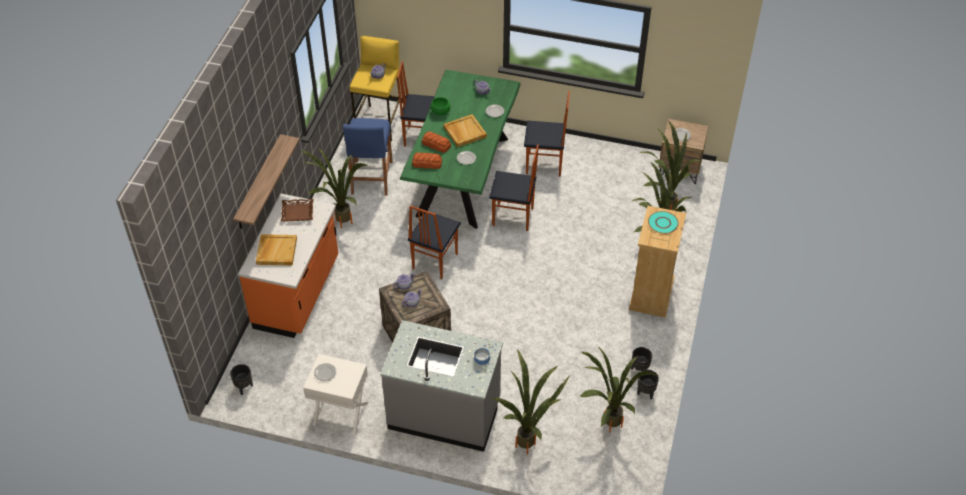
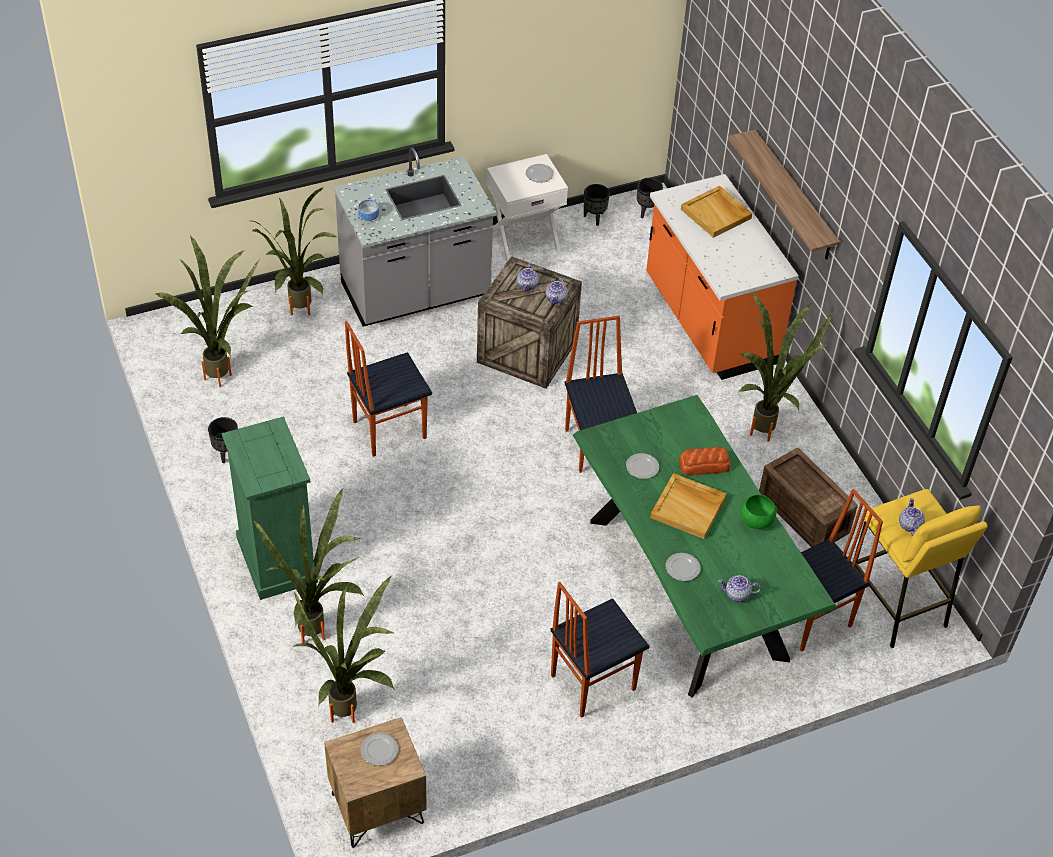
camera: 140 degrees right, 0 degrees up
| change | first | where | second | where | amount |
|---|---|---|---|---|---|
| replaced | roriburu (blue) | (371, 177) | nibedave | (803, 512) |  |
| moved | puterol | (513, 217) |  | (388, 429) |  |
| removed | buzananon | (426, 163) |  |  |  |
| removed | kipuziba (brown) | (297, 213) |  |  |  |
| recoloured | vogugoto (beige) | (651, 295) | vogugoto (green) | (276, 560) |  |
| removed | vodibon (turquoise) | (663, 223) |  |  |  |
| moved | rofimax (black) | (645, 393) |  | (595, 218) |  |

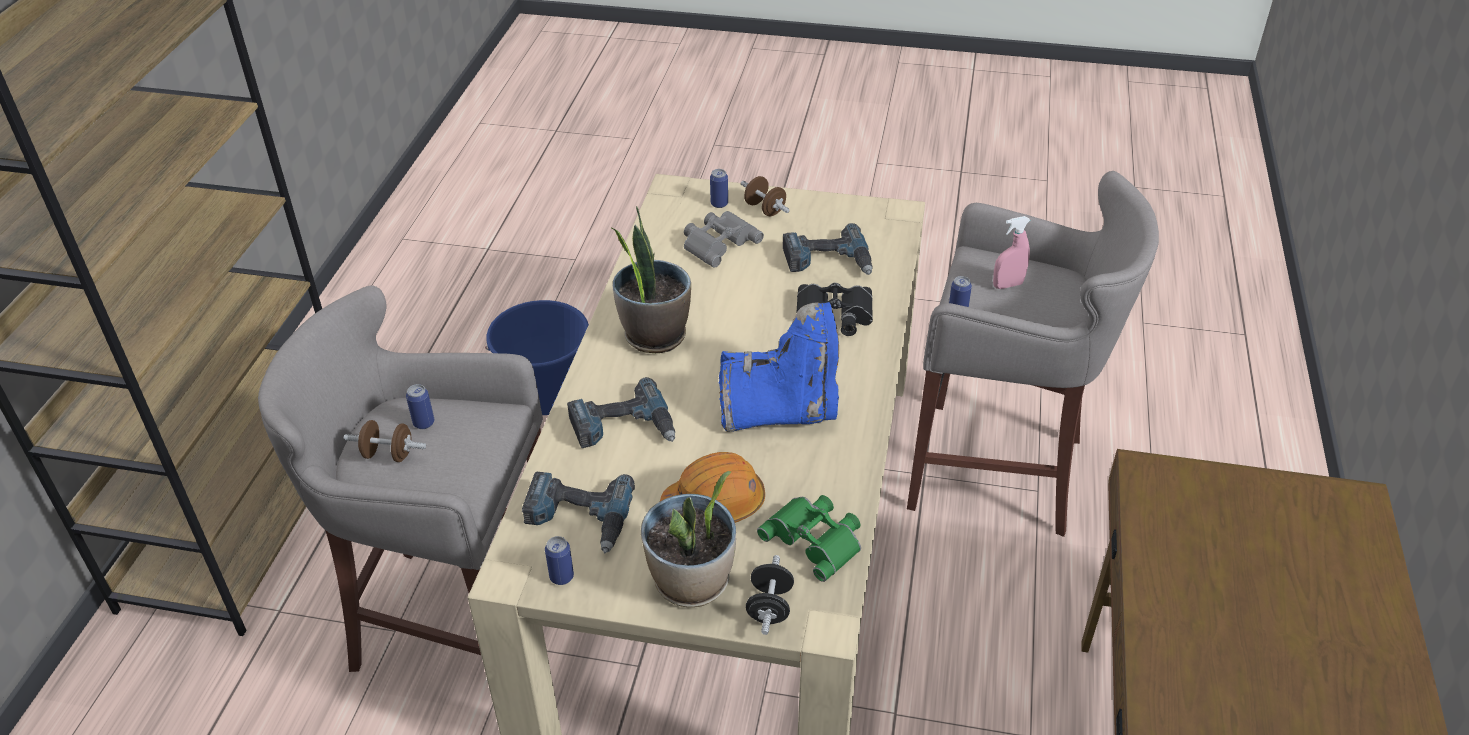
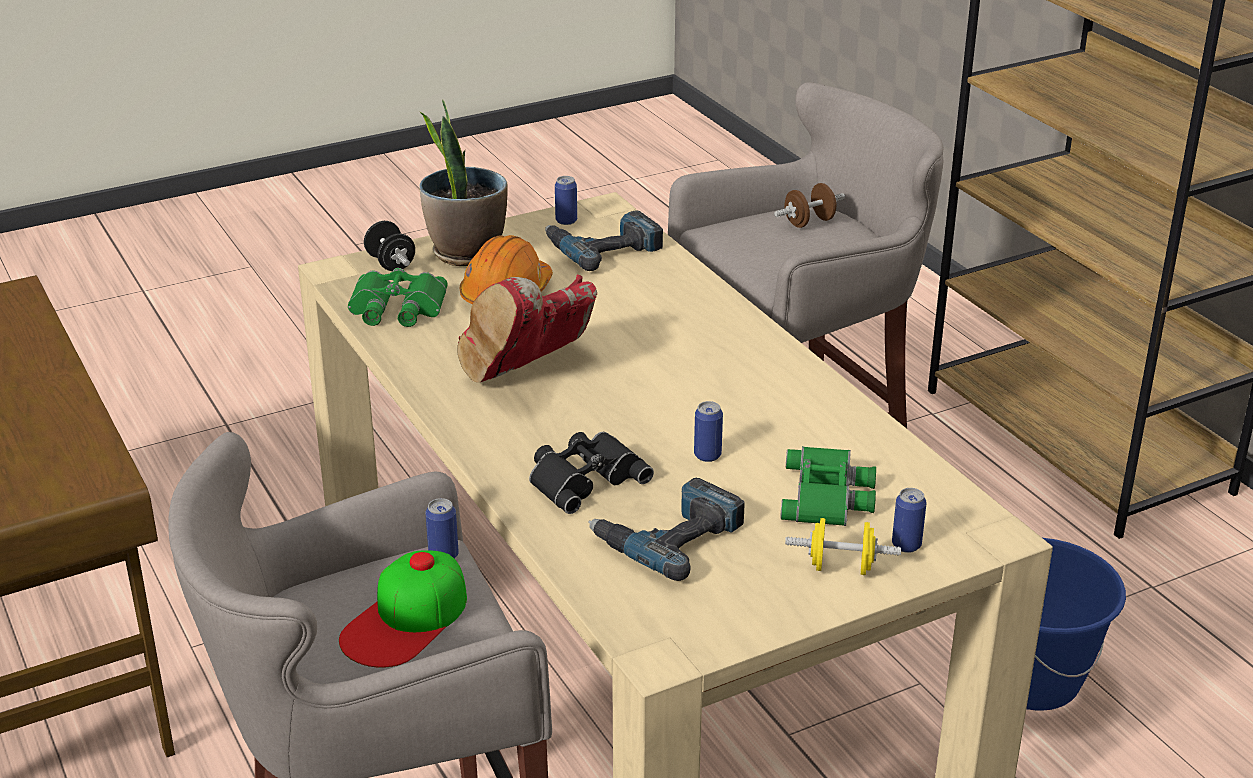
camera: 140 degrees right, 10 degrees down
| change | first | where | second | where | amount |
|---|---|---|---|---|---|
| recoloured | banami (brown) | (765, 209) | banami (yellow) | (841, 567) |  |
| removed | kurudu | (654, 335) |  |  |  |
| recoloured | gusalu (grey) | (718, 242) | gusalu (green) | (829, 496) |  |
| replaced | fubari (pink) | (1007, 285) | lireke | (406, 619) |  |
| recoloured | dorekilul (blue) | (783, 412) | dorekilul (red) | (529, 373) |  |
| removed | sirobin | (623, 427) |  |  |  |
| moved | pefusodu | (424, 423) |  | (707, 455) |  |

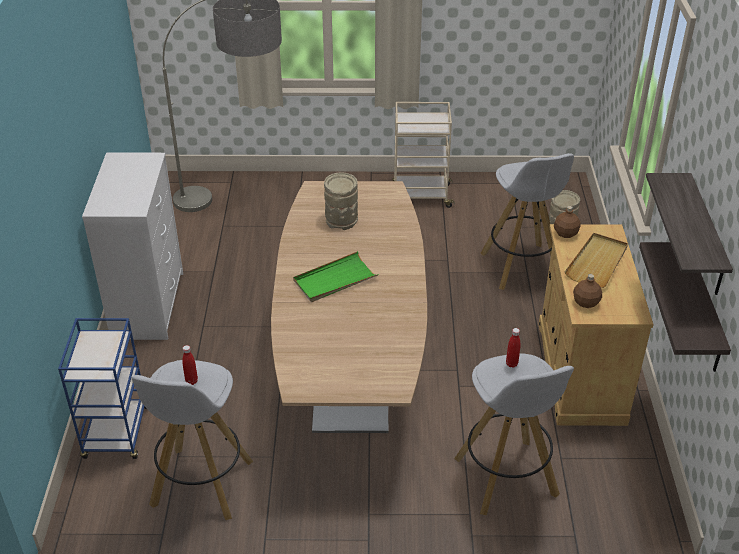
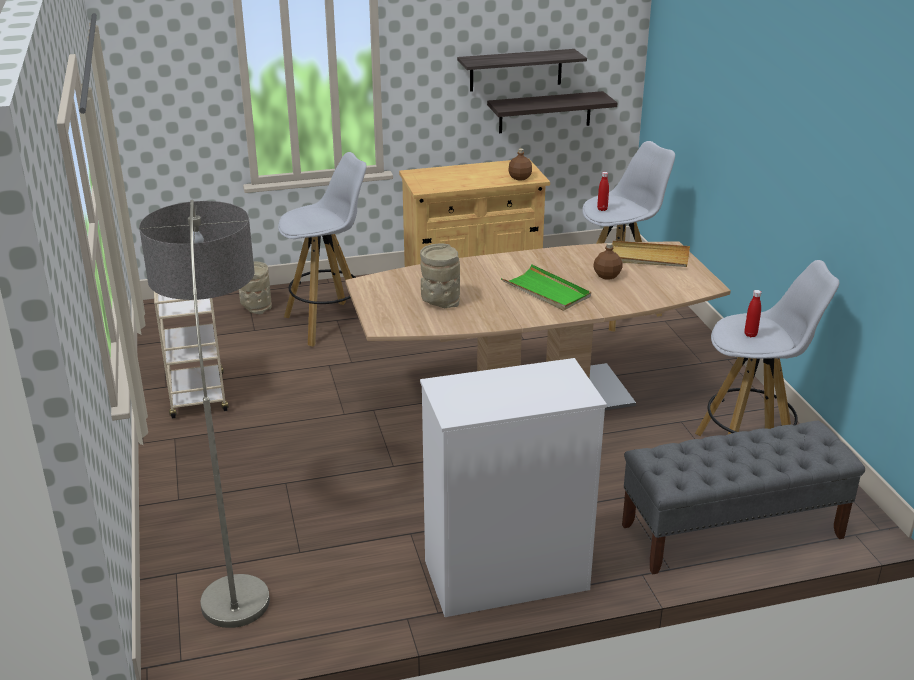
camera: 105 degrees left, 10 degrees down
| change | first | where | second | where | amount |
|---|---|---|---|---|---|
| moved | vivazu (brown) | (565, 233) |  | (606, 276) |  |
| moved | kipuziba (beige) | (597, 263) |  | (648, 257) |  |
| replaced | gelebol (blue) | (117, 433) | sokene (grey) | (731, 531) |  |

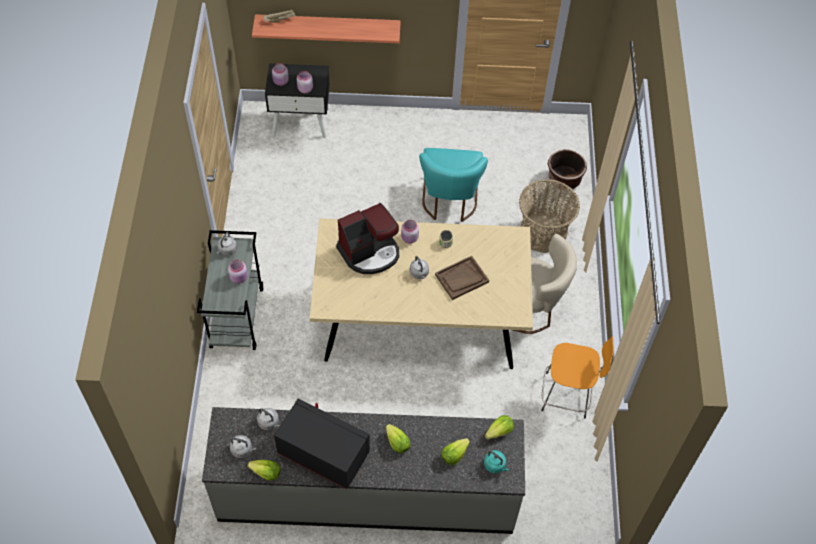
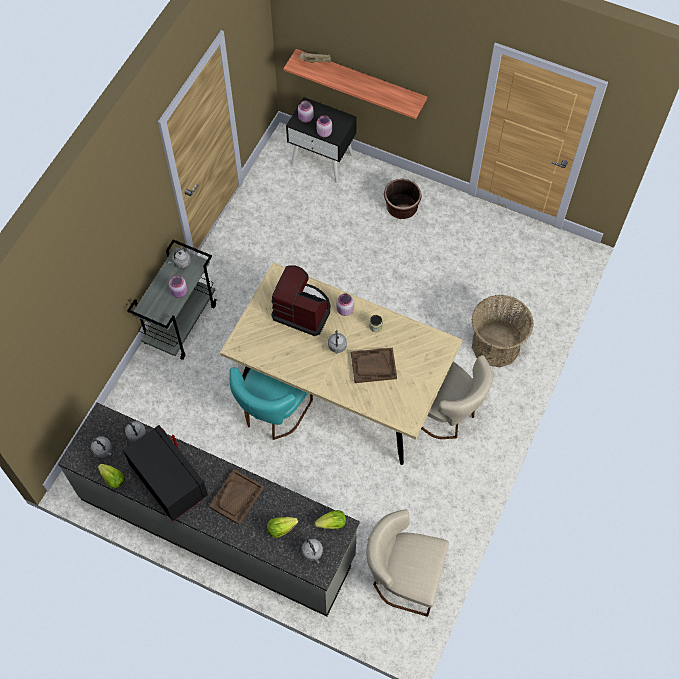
camera: 25 degrees right, 5 degrees up
| change | first | where | second | where | amount |
|---|---|---|---|---|---|
| moved | puterol (turquoise) | (449, 202) |  | (272, 413) |  |
| moved | rofimax (brown) | (564, 179) |  | (401, 208) |  |
| turned | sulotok | (370, 252) |  | (302, 310) | 150 degrees counterclockwise |
| removed | roriburu (orange) | (568, 395) |  |  |  |
| replaced | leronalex | (397, 443) | kipuziba (brown) | (236, 497) |  |
| recoloured | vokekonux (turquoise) | (495, 465) | vokekonux (grey) | (313, 553) |  |
| added |  |  | puterol (beige) | (403, 577) |  |

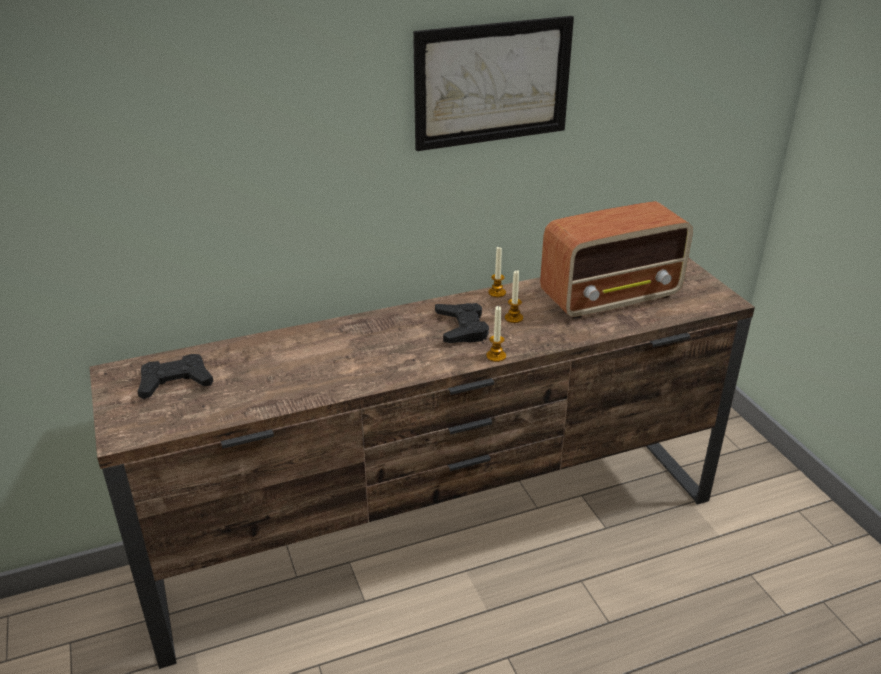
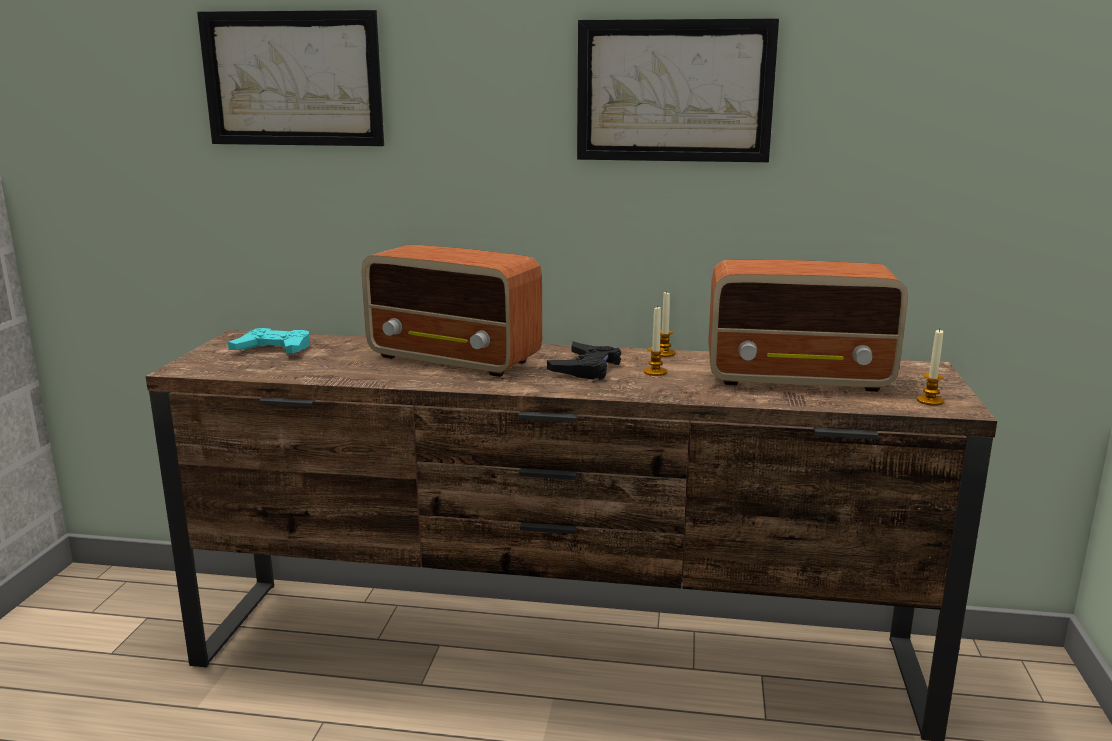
camera: 30 degrees right, 15 degrees down
| change | first | where | second | where | amount |
|---|---|---|---|---|---|
| moved | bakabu | (496, 356) |  | (929, 401) |  |
| recoloured | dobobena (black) | (175, 382) | dobobena (turquoise) | (273, 350) |  |
| added |  |  | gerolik | (292, 79) |  |
| added |  |  | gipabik | (455, 360) |  |

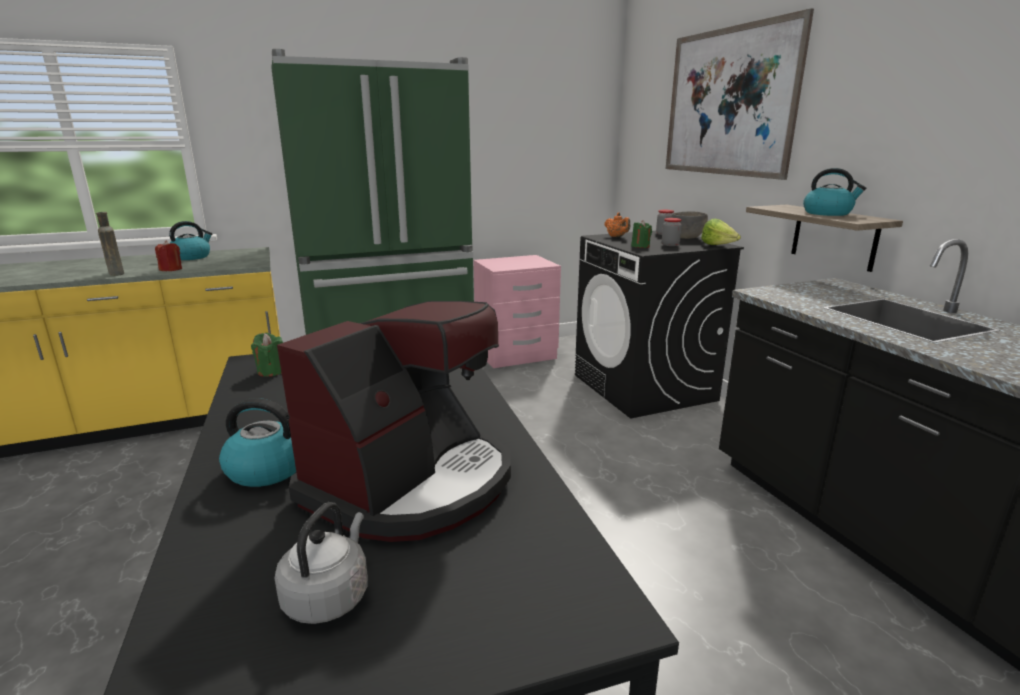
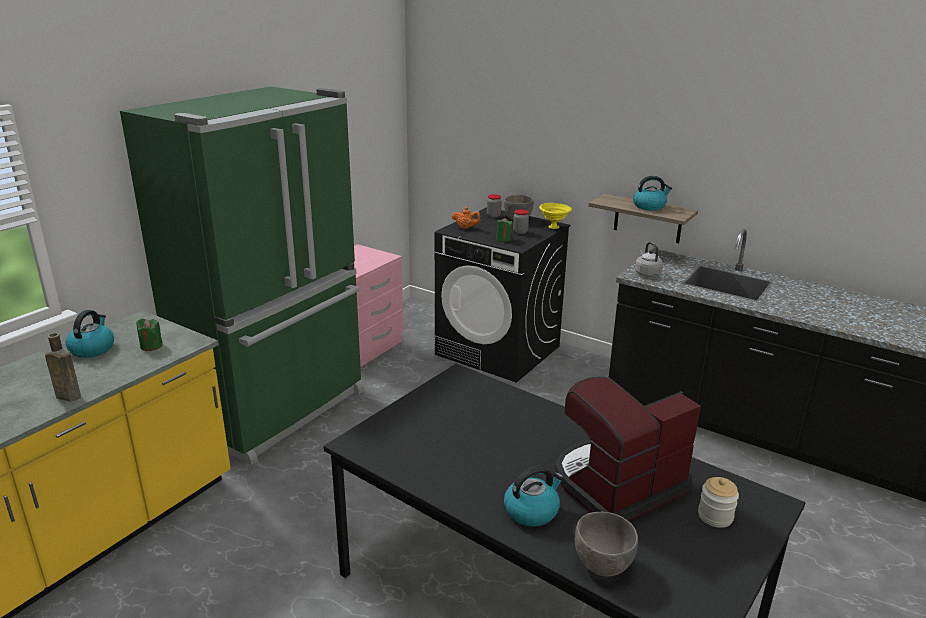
camera: 35 degrees left, 5 degrees up
| change | first | where | second | where | amount |
|---|---|---|---|---|---|
| removed | gerolik | (728, 102) |  |  |  |
| replaced | leronalex | (718, 246) | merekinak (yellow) | (554, 227) |  |
| removed | bakabu (red) | (171, 269) |  |  |  |
| turned | sulotok | (412, 483) |  | (617, 484) | 120 degrees counterclockwise |
| moved | bakabu (green) | (271, 371) |  | (151, 346) |  |
| moved | vokekonux (grey) | (329, 596) |  | (647, 273) |  |
| added |  |  | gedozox | (715, 516) |  |
| added |  |  | merekinak (grey) | (602, 564) |  |

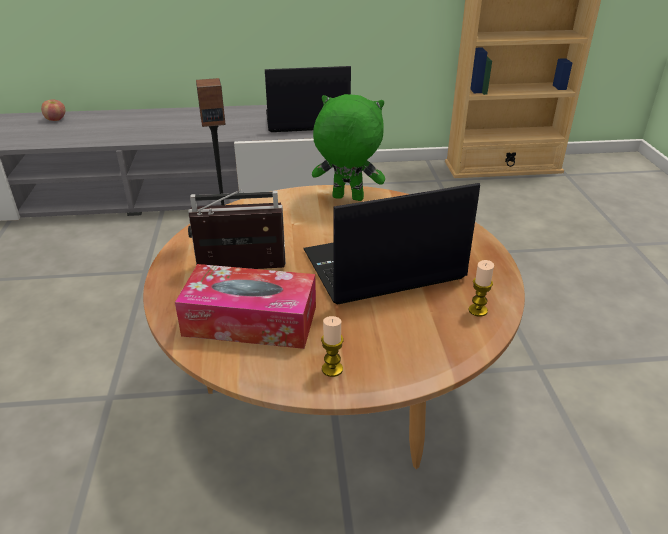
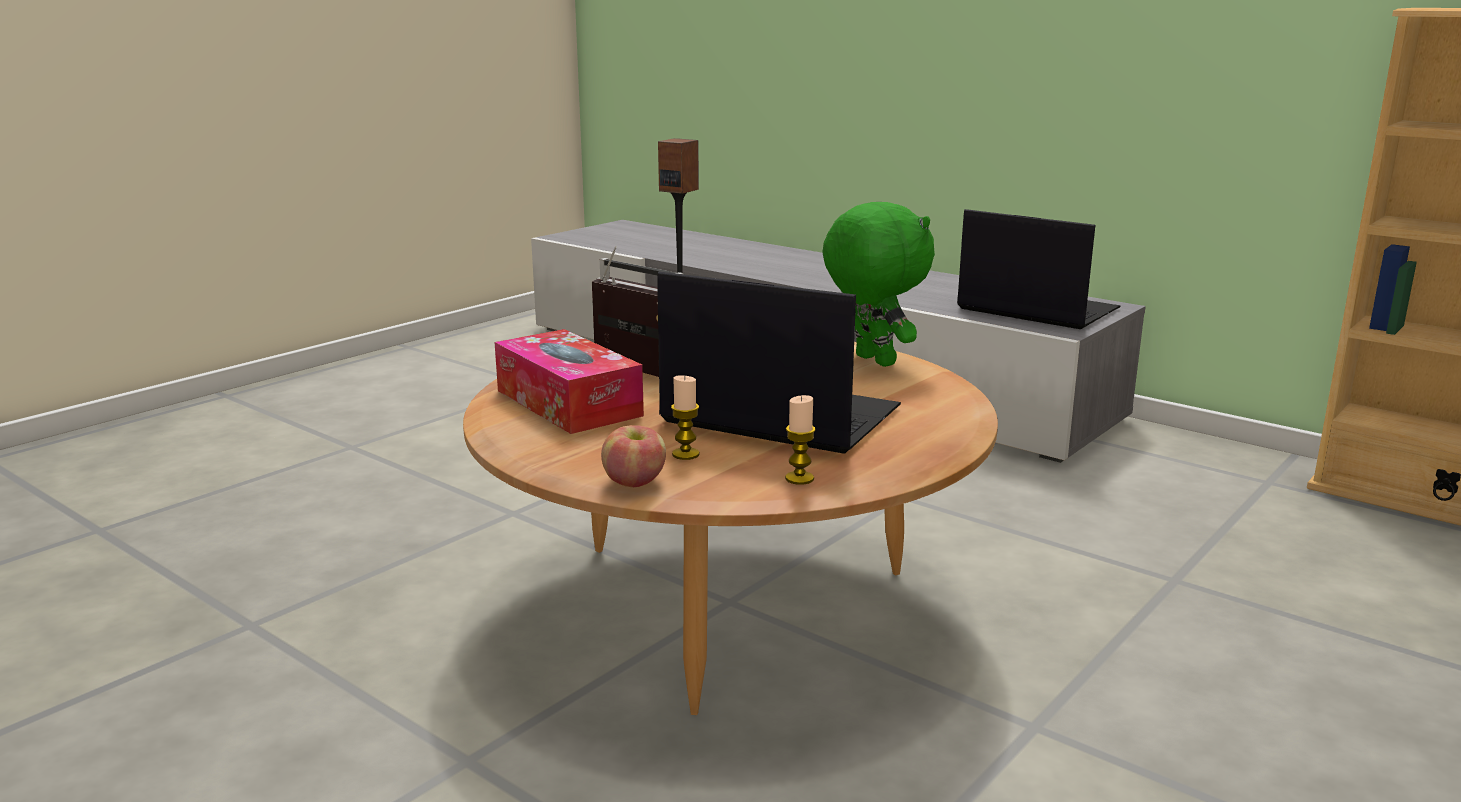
camera: 45 degrees right, 15 degrees down
| change | first | where | second | where | amount |
|---|---|---|---|---|---|
| moved | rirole | (56, 119) |  | (635, 482) |  |
| moved | bakabu | (332, 369) |  | (685, 454) |  |

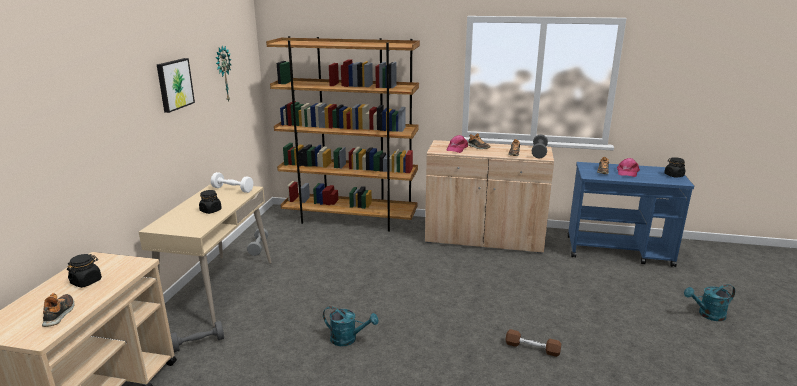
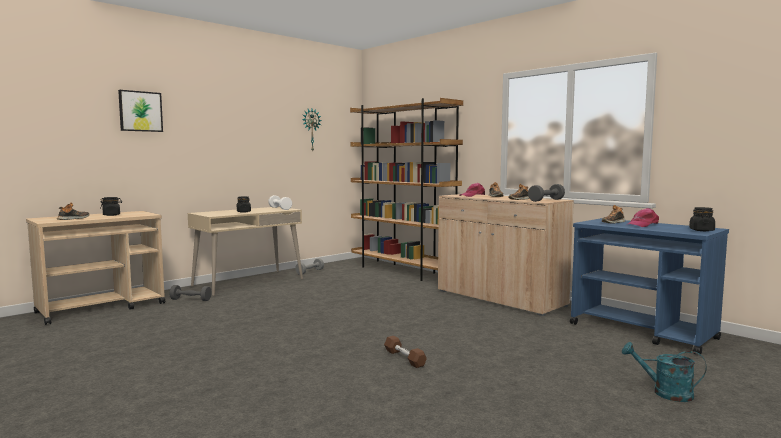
camera: 35 degrees right, 15 degrees down
| change | first | where | second | where | amount |
|---|---|---|---|---|---|
| moved | gerolik | (174, 84) |  | (140, 111) |  |
| removed | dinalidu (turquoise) | (348, 339) |  |  |  |

